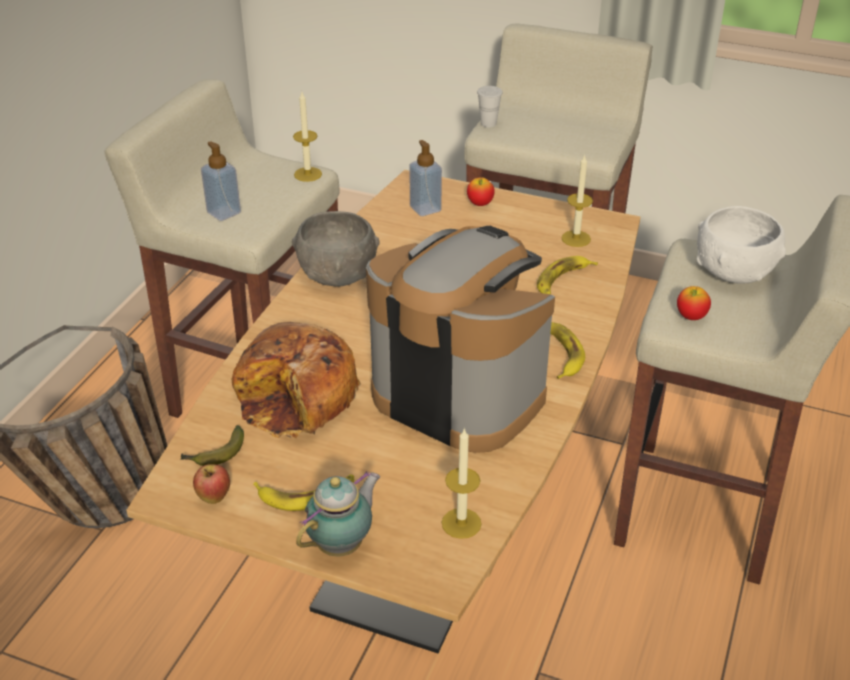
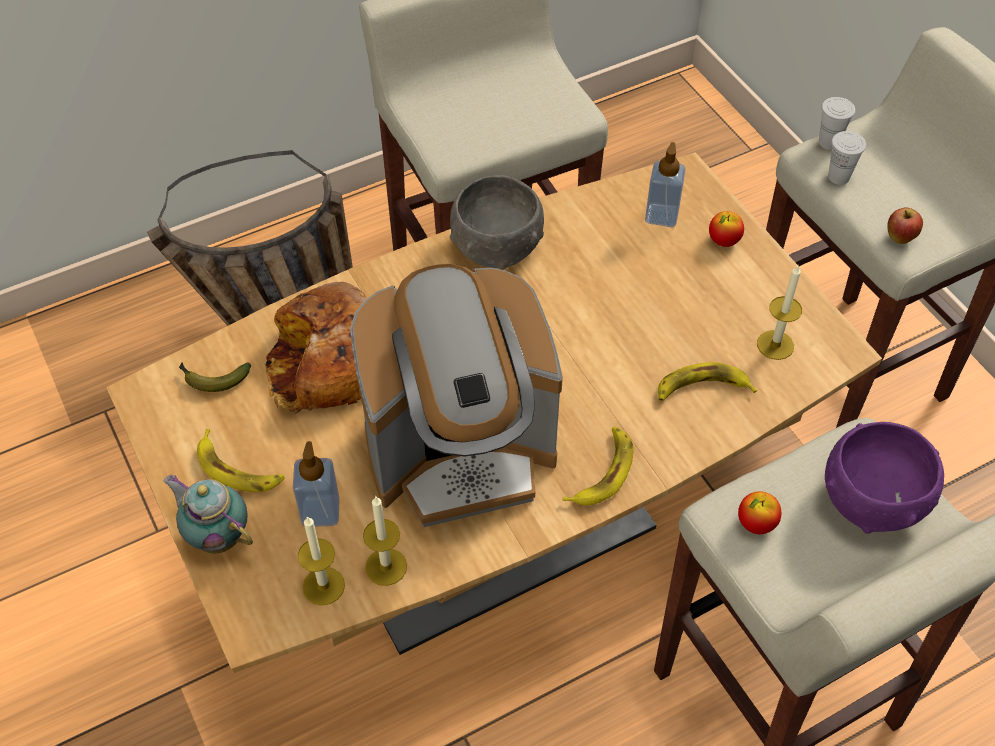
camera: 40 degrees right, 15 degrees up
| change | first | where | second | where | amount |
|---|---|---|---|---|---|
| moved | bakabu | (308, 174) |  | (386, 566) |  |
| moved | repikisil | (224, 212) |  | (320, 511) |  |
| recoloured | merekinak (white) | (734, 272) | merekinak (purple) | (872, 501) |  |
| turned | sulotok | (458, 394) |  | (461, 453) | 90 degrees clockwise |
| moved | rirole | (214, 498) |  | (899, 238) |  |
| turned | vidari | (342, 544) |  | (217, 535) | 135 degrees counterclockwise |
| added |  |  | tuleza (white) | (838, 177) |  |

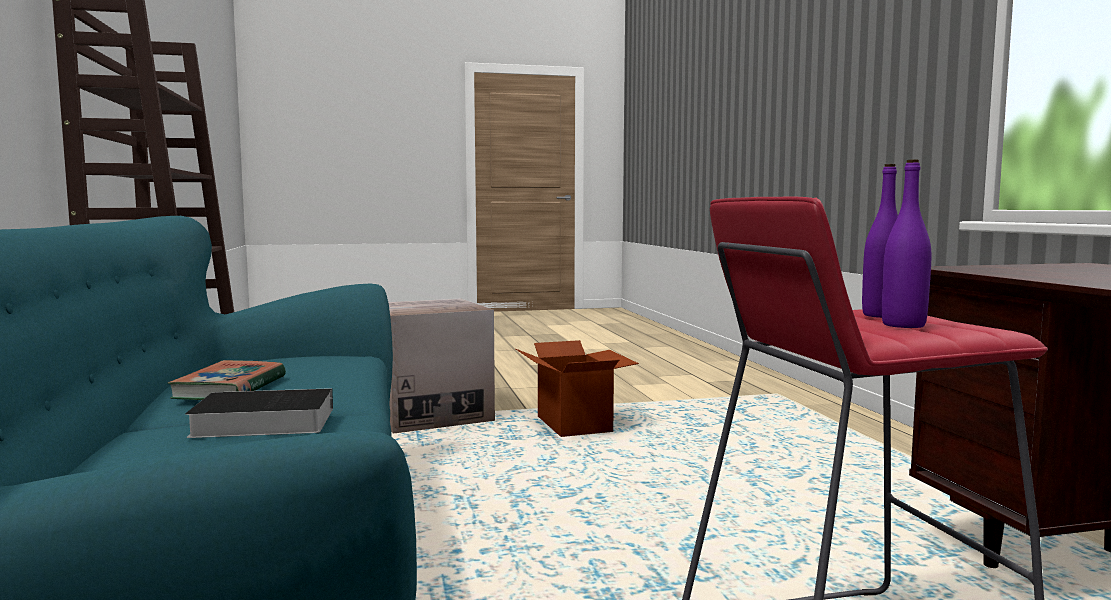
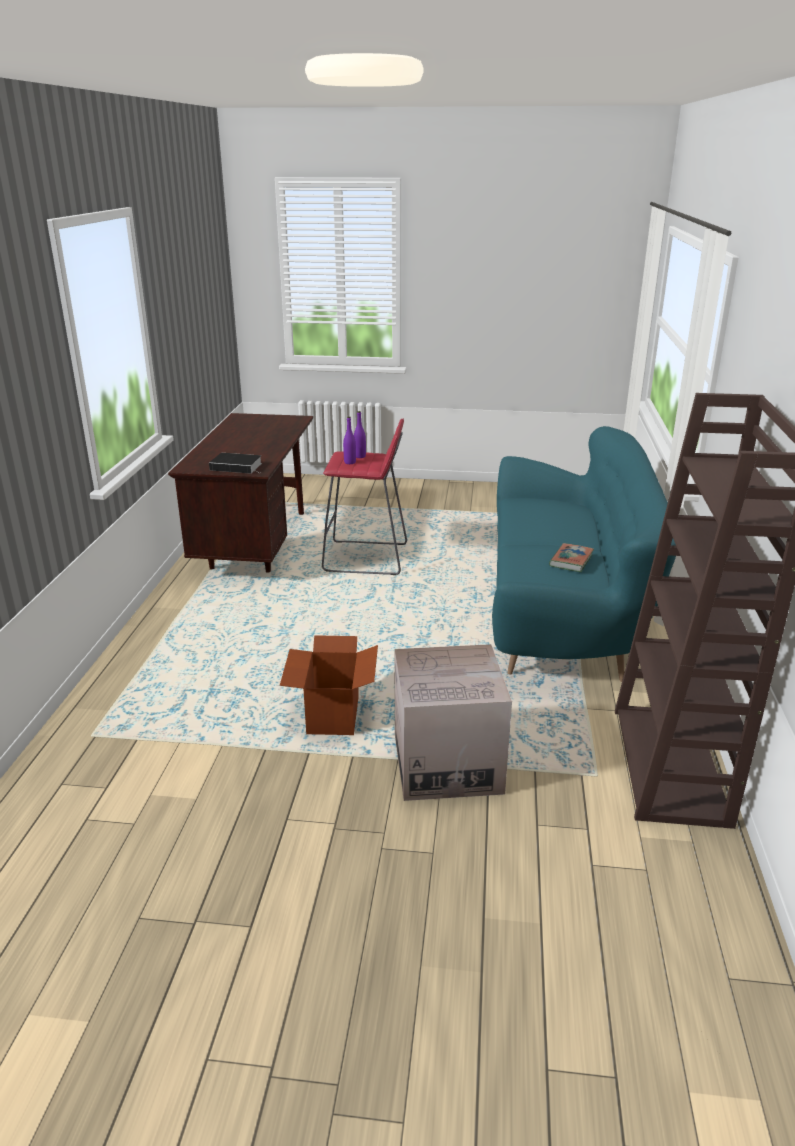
camera: 160 degrees left, 20 degrees up
| change | first | where | second | where | amount |
|---|---|---|---|---|---|
| moved | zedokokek | (259, 423) |  | (238, 466) |  |

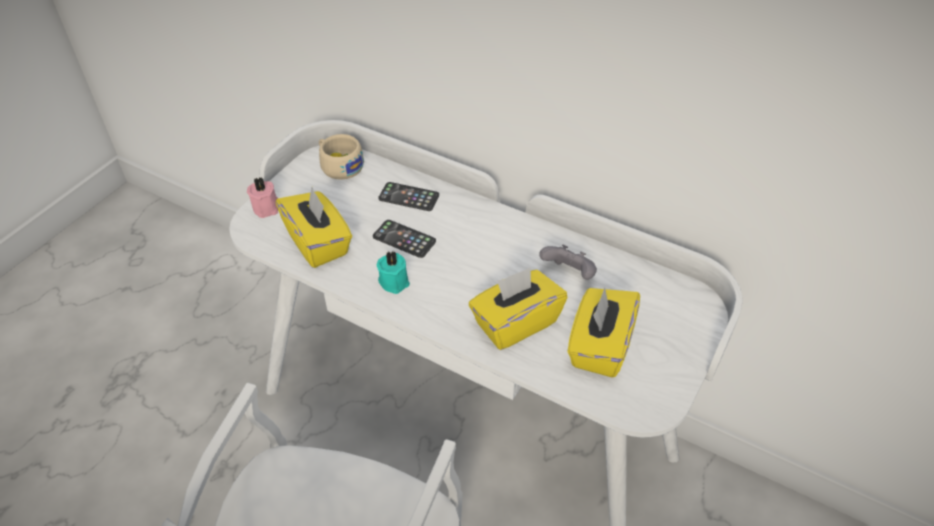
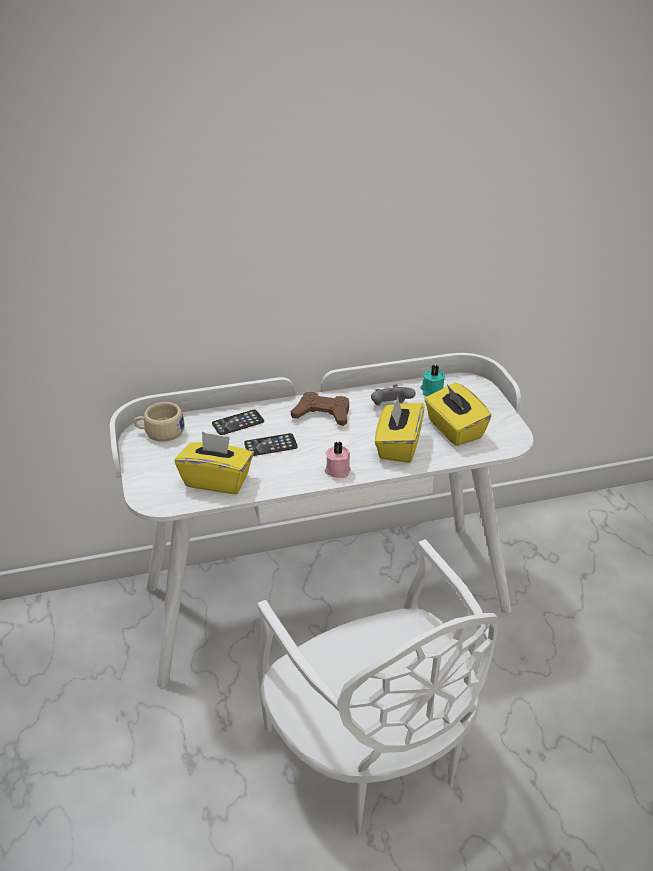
camera: 45 degrees left, 10 degrees down
| change | first | where | second | where | amount |
|---|---|---|---|---|---|
| moved | bakabu (pink) | (267, 207) |  | (337, 469) |  |
| moved | bakabu (turquoise) | (394, 281) |  | (431, 391) |  |
| added |  |  | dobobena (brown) | (322, 414) |  |

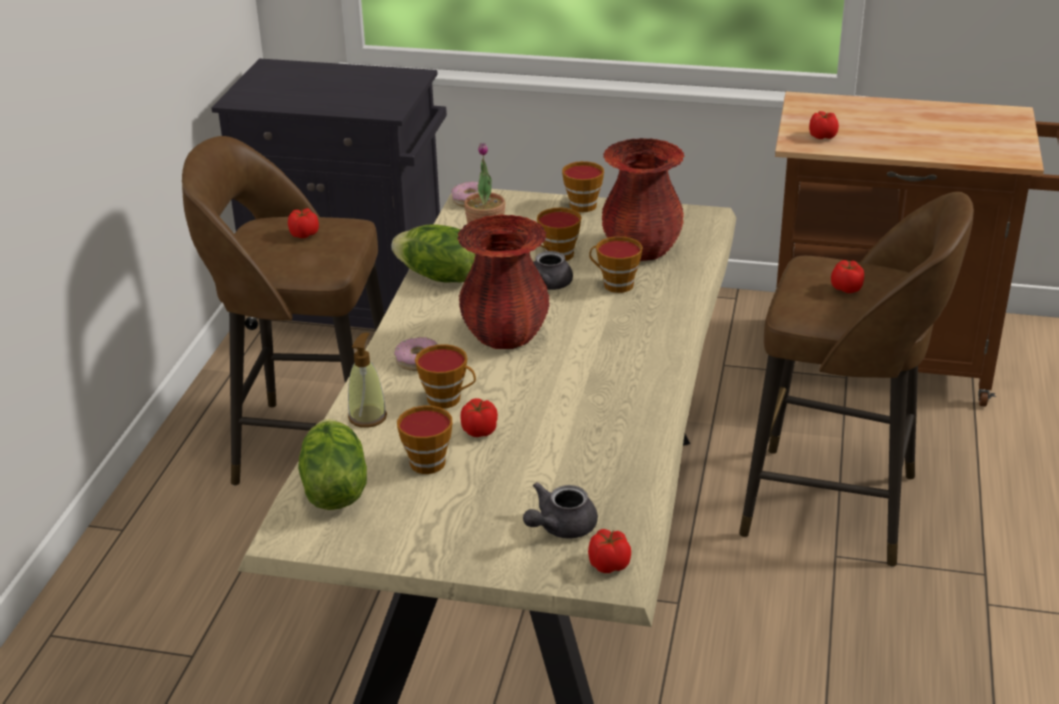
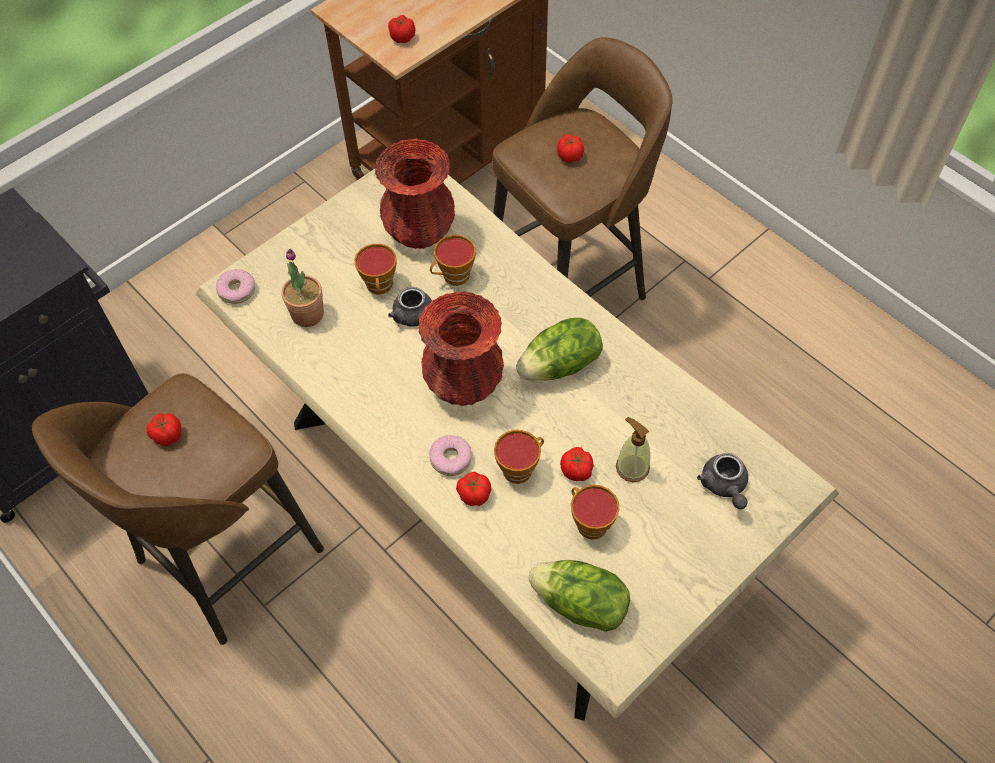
camera: 55 degrees left, 25 degrees up
| change | first | where | second | where | amount |
|---|---|---|---|---|---|
| removed | tuleza | (585, 204) |  |  |  |
| moved | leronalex | (439, 277) |  | (560, 366) |  |
| moved | repikisil | (367, 417) |  | (632, 467) |  |
| moved | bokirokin | (608, 564) |  | (473, 494) |  |

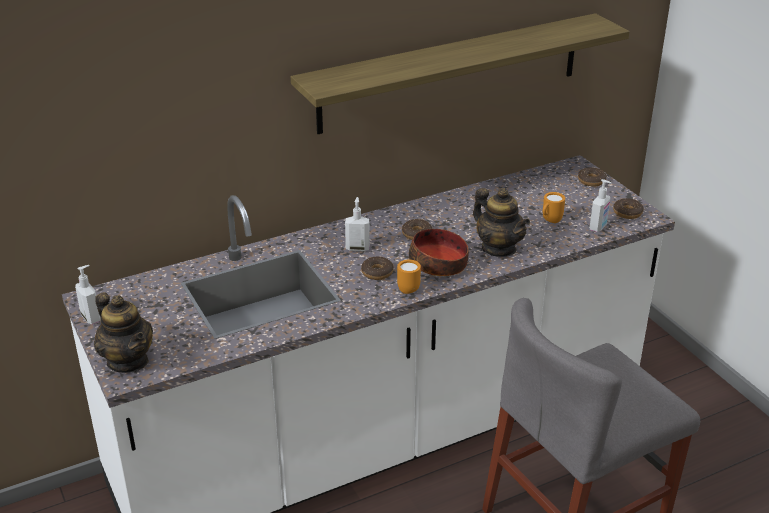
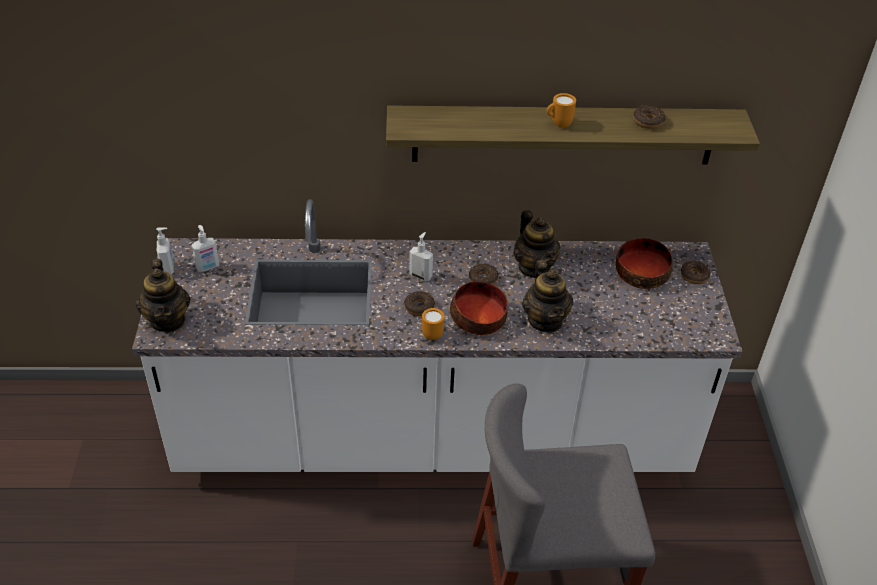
camera: 25 degrees right, 10 degrees up
| change | first | where | second | where | amount |
|---|---|---|---|---|---|
| moved | repikisil | (598, 227) |  | (208, 267) |  |
| moved | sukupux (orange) | (550, 221) |  | (558, 124) |  |
| moved | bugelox | (627, 213) |  | (648, 121) |  |
| added |  |  | vidari | (534, 267) |  |
| added |  |  | merekinak | (641, 273) |  |

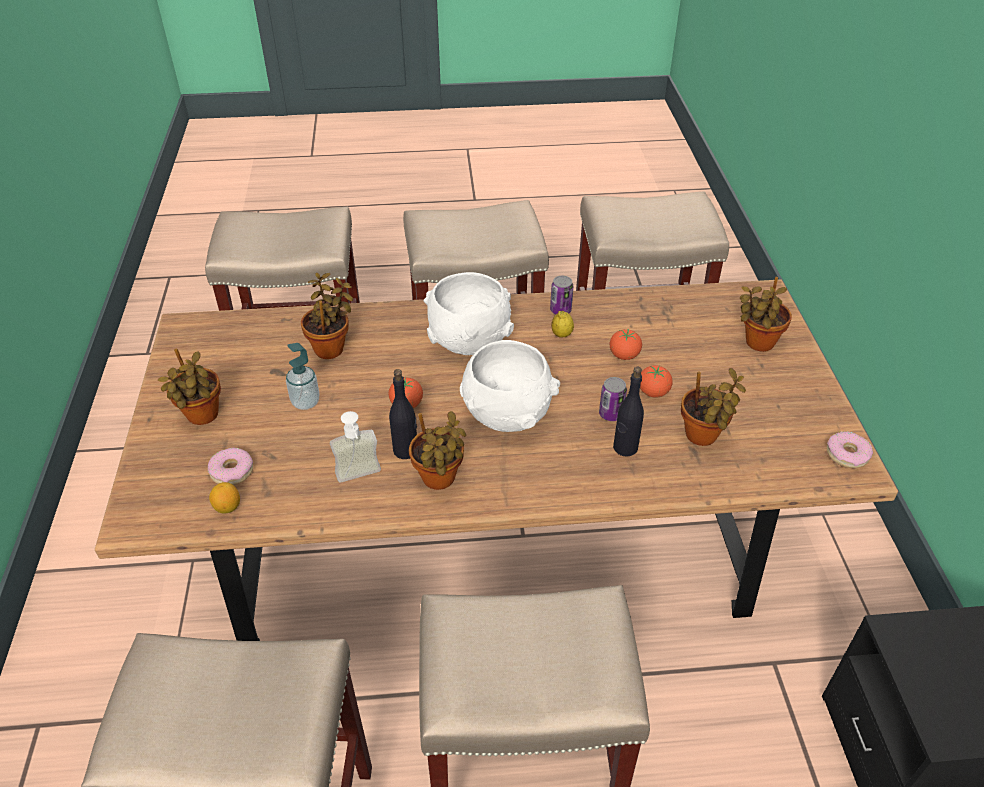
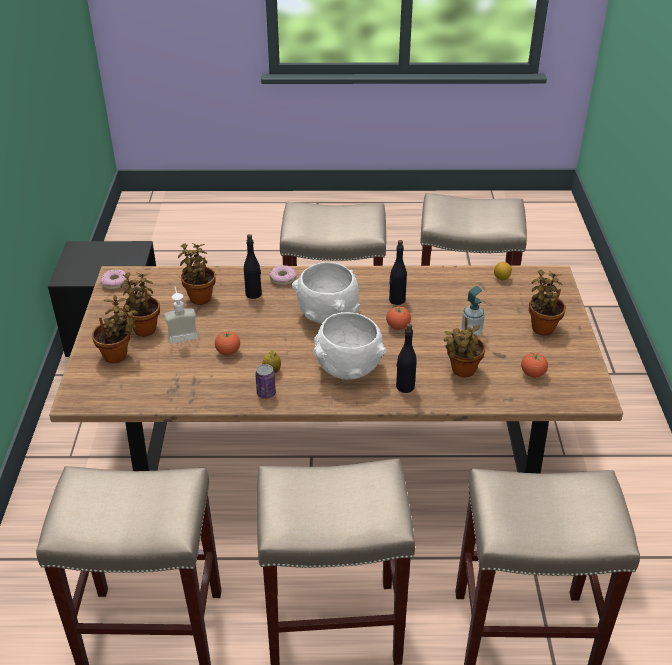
camera: 175 degrees left, 5 degrees down
| change | first | where | second | where | amount |
|---|---|---|---|---|---|
| moved | bokirokin | (653, 392) |  | (532, 374) |  |
| removed | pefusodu | (611, 414) |  |  |  |
| moved | repikisil | (360, 478) |  | (182, 334) |  |
| moved | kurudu | (439, 480) |  | (145, 328) |  |
| moved | bugelox | (232, 471) |  | (283, 279) |  |
| added |  |  | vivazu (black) | (405, 387) |  |

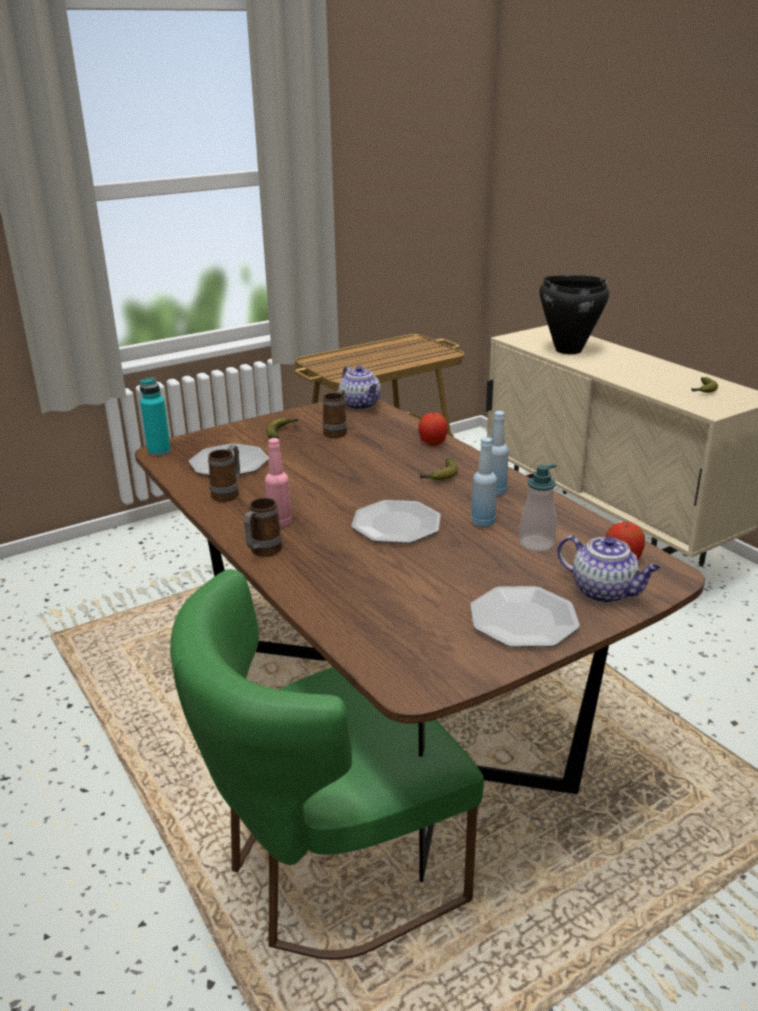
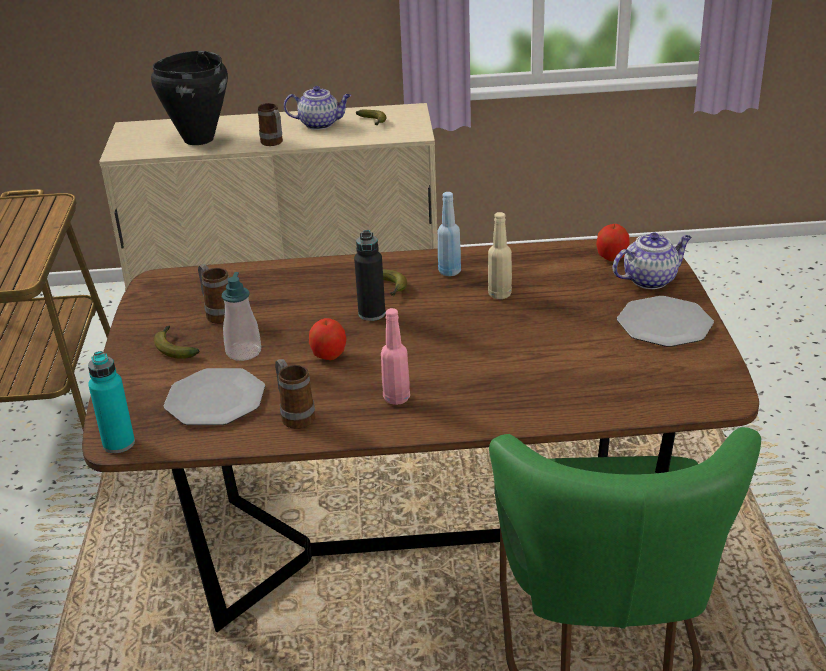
camera: 60 degrees left, 5 degrees up
| change | first | where | second | where | amount |
|---|---|---|---|---|---|
| moved | vidari | (361, 405) |  | (320, 124) |  |
| moved | rirole | (432, 443) |  | (329, 355) |  |
| recoloured | vivazu (blue) | (483, 523) | vivazu (beige) | (500, 294) |  |
| moved | repikisil | (536, 543) |  | (243, 352) |  |
| moved | sukupux | (262, 552) |  | (273, 143) |  |
| removed | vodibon | (396, 524) |  |  |  |
| added |  |  | vivazu (black) | (372, 314) |  |

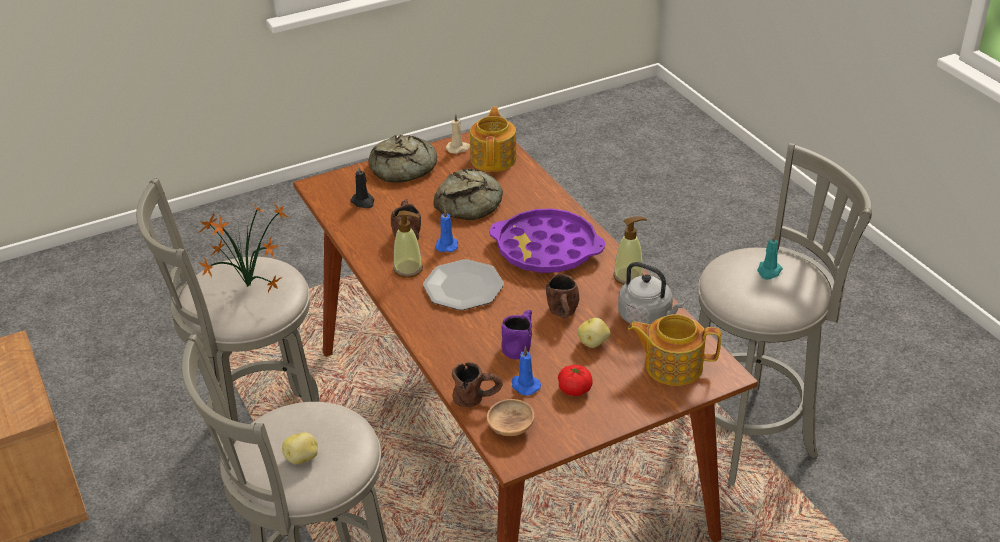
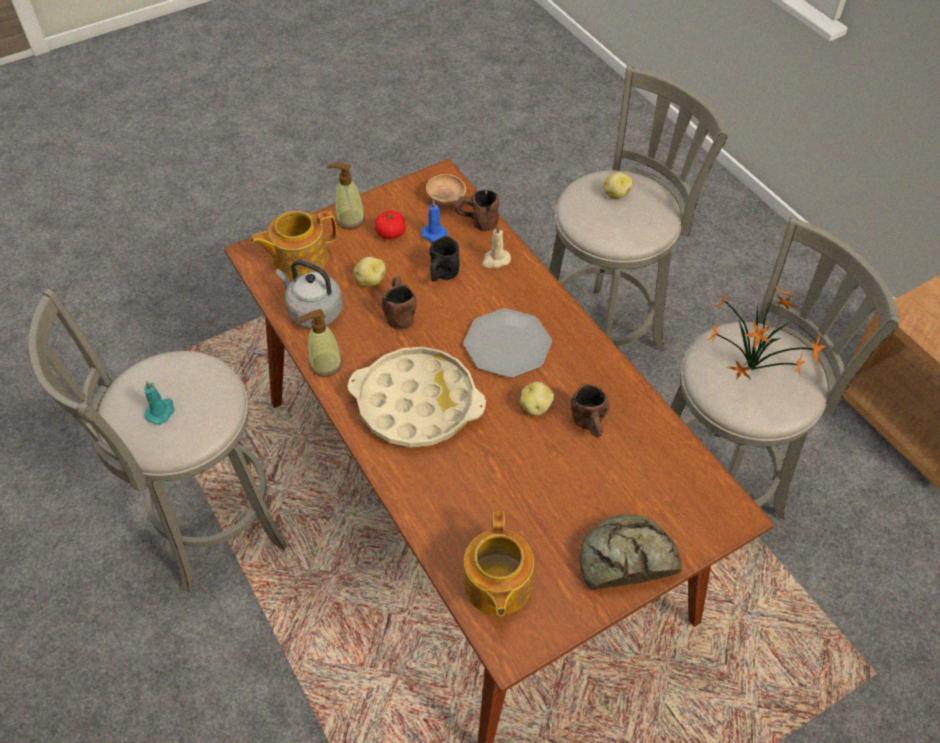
camera: 175 degrees right, 15 degrees up
| change | first | where | second | where | amount |
|---|---|---|---|---|---|
| moved | bakabu (beige) | (458, 148) |  | (495, 260) |  |
| removed | bakabu (black) | (363, 202) |  |  |  |
| removed | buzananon | (471, 202) |  |  |  |
| recoloured | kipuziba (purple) | (546, 249) | kipuziba (beige) | (417, 403) |  |
| replaced | bakabu (blue) | (447, 245) | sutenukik | (536, 407) |  |
| moved | repikisil | (408, 269) |  | (350, 219) |  |
| recoloured | sukupux (purple) | (520, 344) | sukupux (black) | (442, 276) |  |
| turned | vidari | (672, 365) |  | (299, 259) | 150 degrees clockwise |

